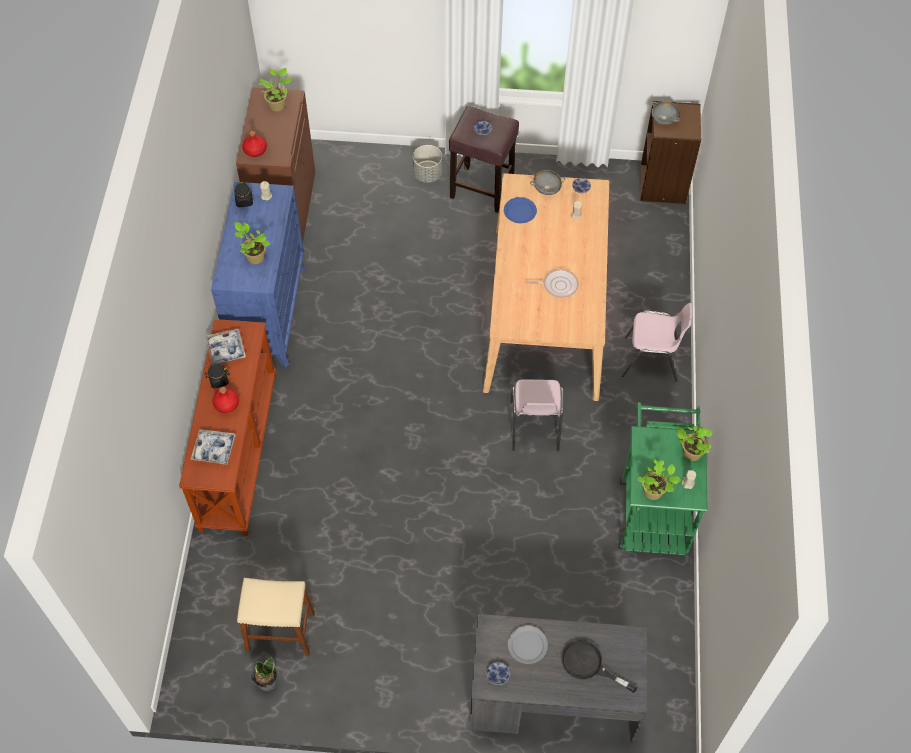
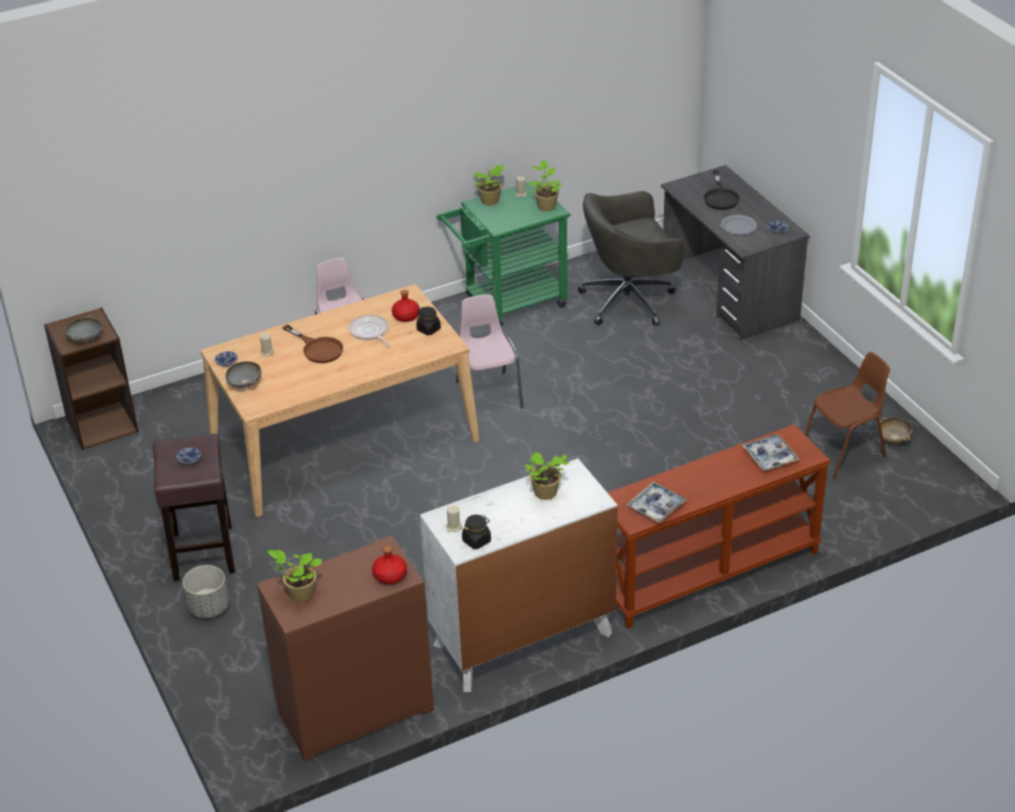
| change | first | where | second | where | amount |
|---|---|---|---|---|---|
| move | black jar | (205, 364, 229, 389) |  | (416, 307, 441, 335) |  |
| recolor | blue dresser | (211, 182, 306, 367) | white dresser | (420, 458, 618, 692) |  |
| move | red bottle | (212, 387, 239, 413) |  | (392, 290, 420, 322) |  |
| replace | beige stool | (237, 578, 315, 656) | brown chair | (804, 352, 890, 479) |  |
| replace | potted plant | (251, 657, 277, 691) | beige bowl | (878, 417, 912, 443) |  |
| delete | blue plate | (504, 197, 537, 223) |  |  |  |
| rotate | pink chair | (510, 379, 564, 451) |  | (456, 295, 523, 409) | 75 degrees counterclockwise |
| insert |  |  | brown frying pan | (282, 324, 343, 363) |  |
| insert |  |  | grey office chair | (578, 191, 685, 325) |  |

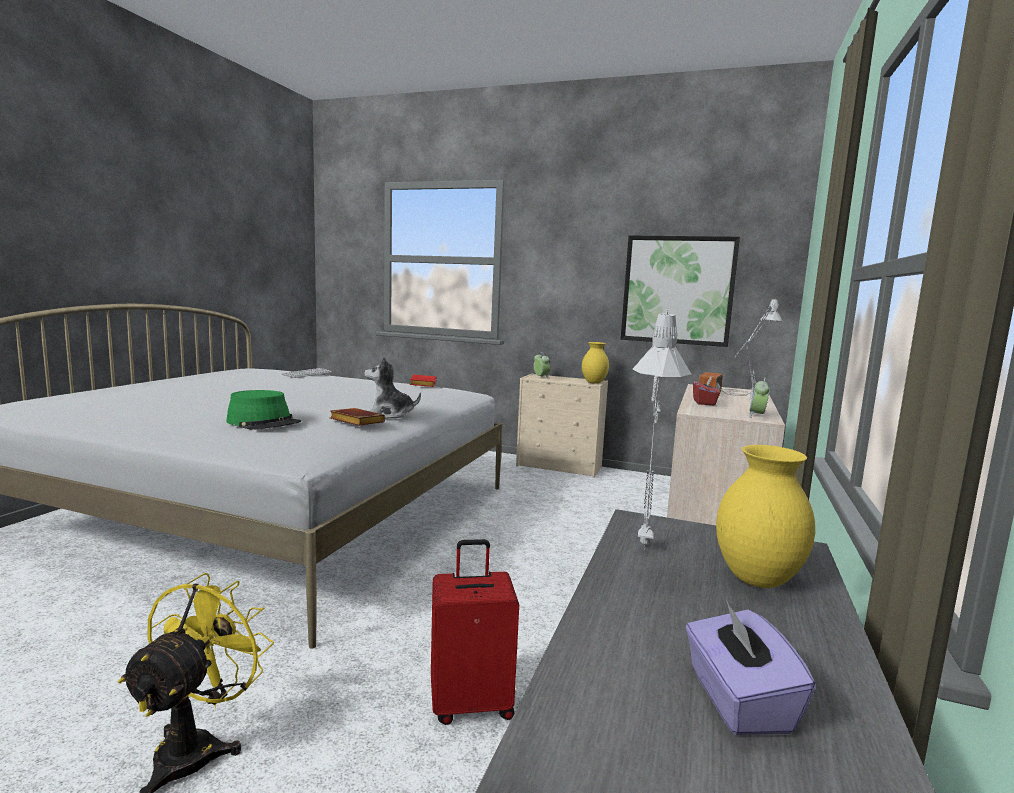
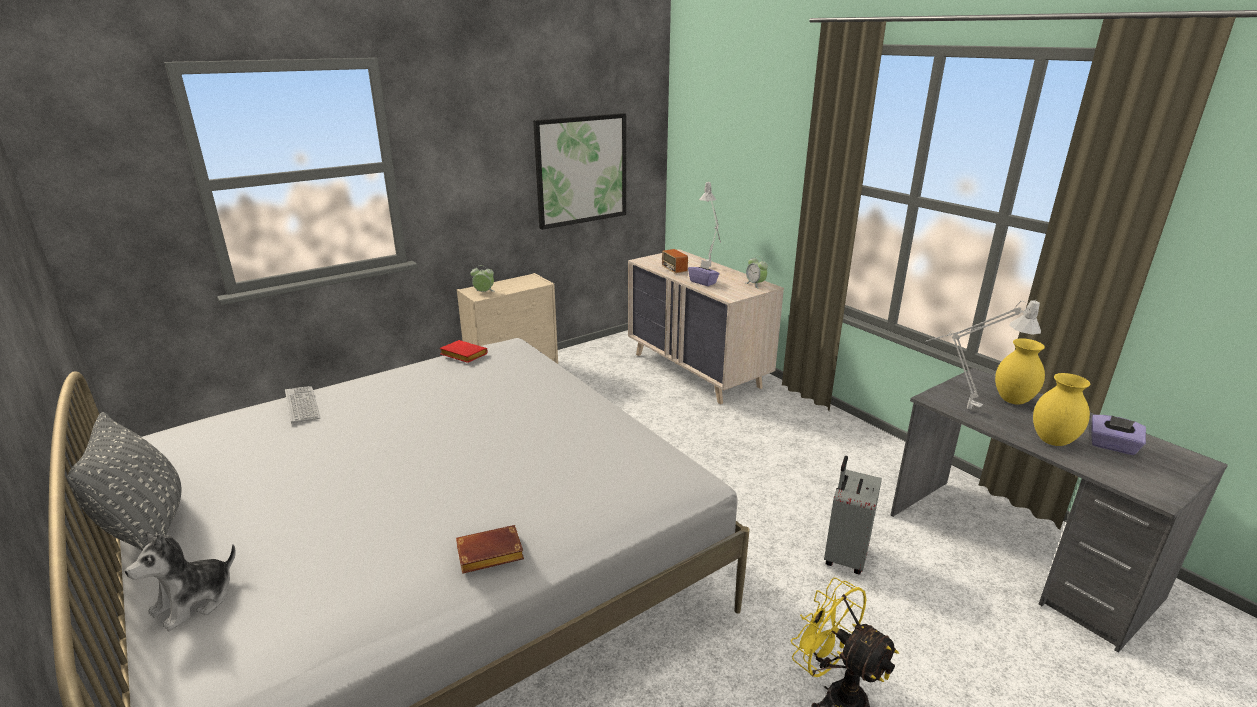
| change | first | where | second | where | amount |
|---|---|---|---|---|---|
| delete | green hat | (226, 390, 301, 430) |  |  |  |
| move | brown book | (330, 408, 385, 426) |  | (456, 525, 524, 574) |  |
| move | plush toy | (364, 356, 421, 419) |  | (125, 531, 236, 631) |  |
| recolor | red suitcase | (431, 539, 519, 725) | grey suitcase | (824, 456, 882, 574) |  |
| move | yellow vase | (582, 342, 609, 384) |  | (1033, 373, 1090, 446) |  |
| recolor | red tissue box | (693, 377, 720, 405) | purple tissue box | (688, 260, 720, 286) |  |
| insert |  |  | grey pillow | (67, 412, 181, 551) |  |

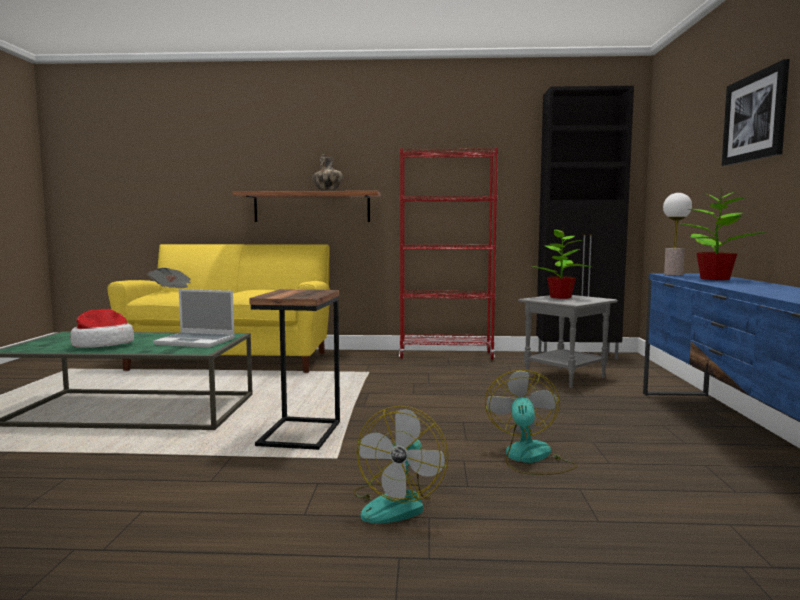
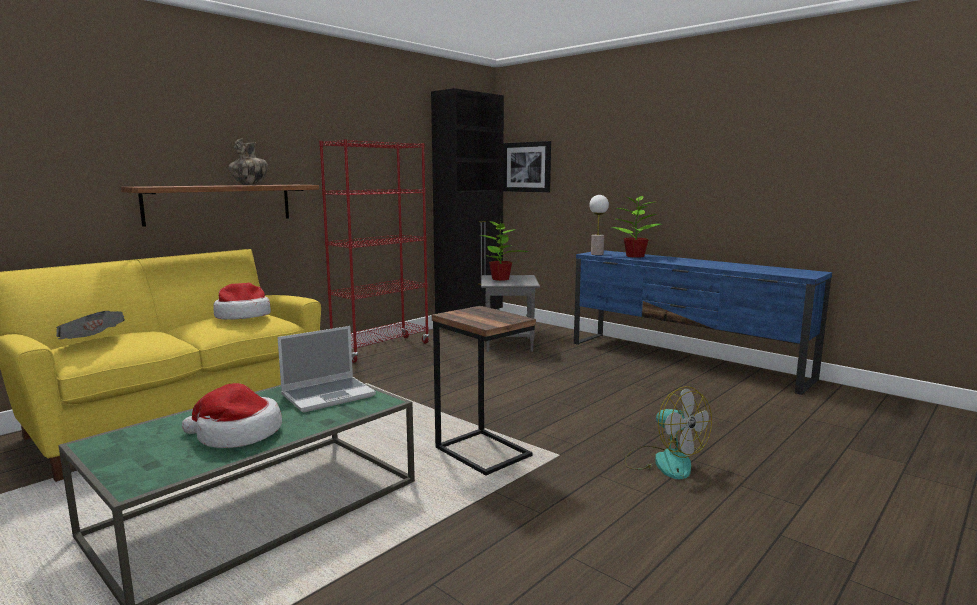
| change | first | where | second | where | amount |
|---|---|---|---|---|---|
| delete | fan | (485, 370, 577, 475) |  |  |  |
| move | picture | (722, 59, 790, 166) |  | (503, 141, 551, 193) |  |
| insert |  |  | hat | (213, 283, 271, 320) |  |

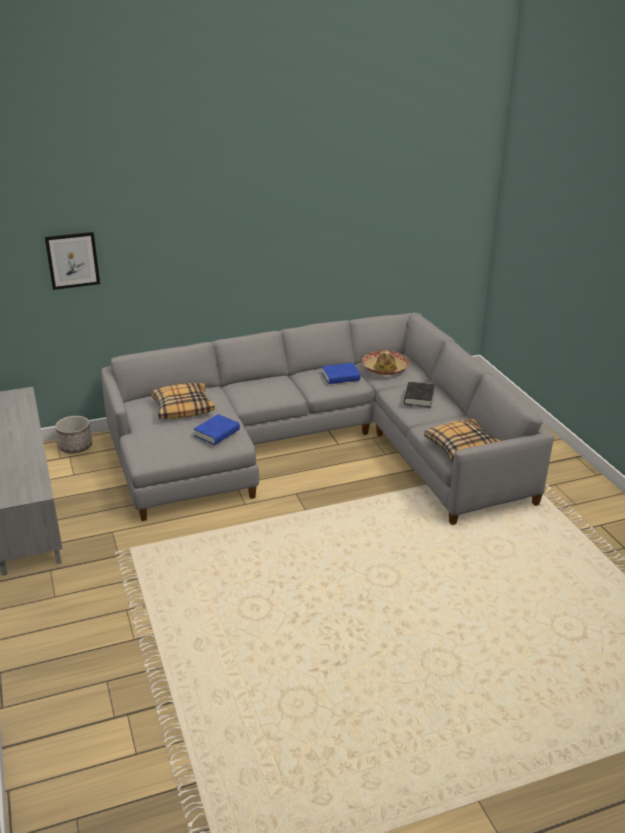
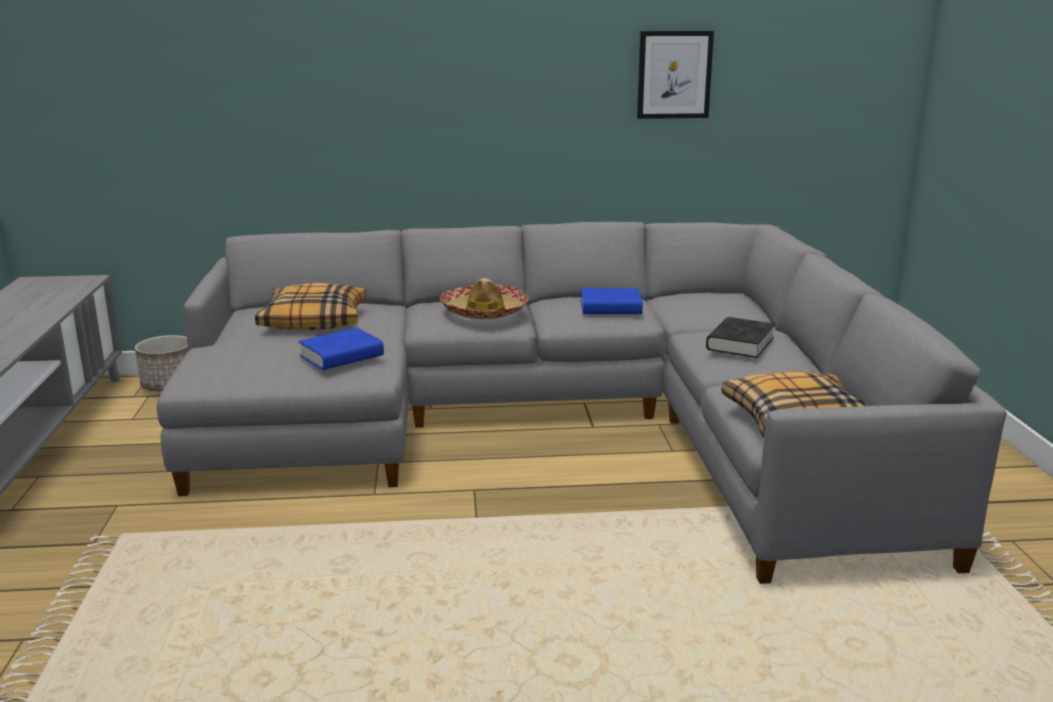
| change | first | where | second | where | amount |
|---|---|---|---|---|---|
| move | picture | (45, 232, 100, 290) |  | (637, 31, 714, 119) |  |
| move | hat | (362, 350, 410, 375) |  | (440, 278, 529, 319) |  |

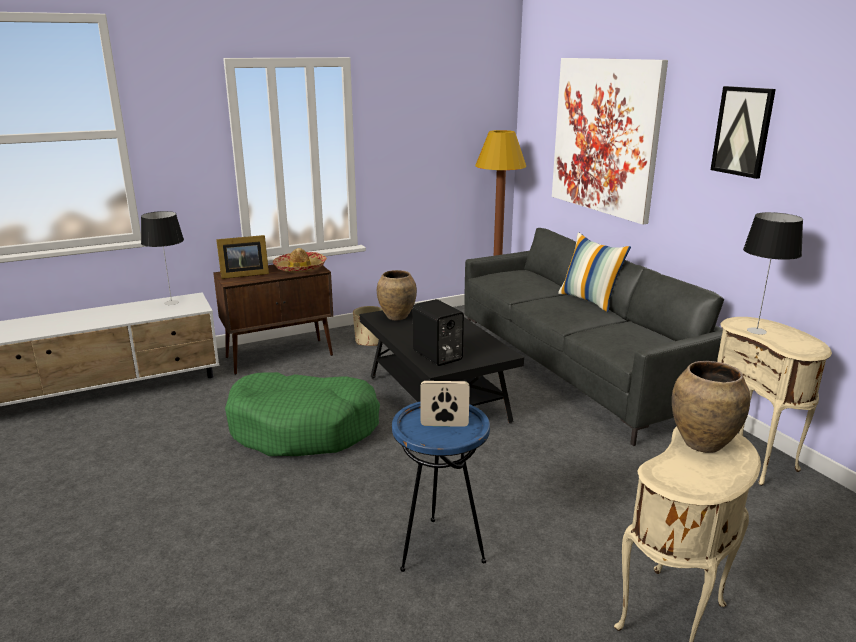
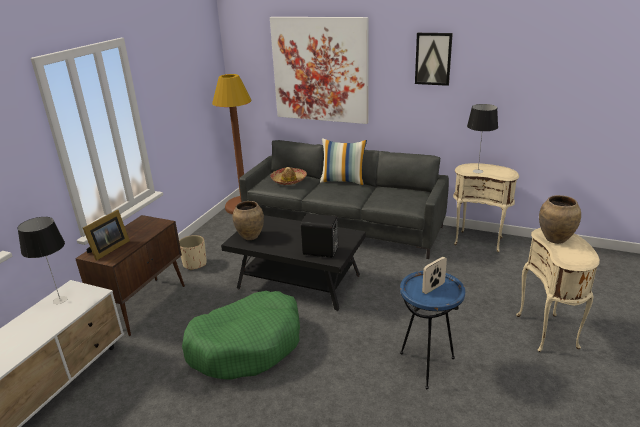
| change | first | where | second | where | amount |
|---|---|---|---|---|---|
| move | hat | (273, 248, 327, 273) |  | (270, 167, 307, 185) |  |

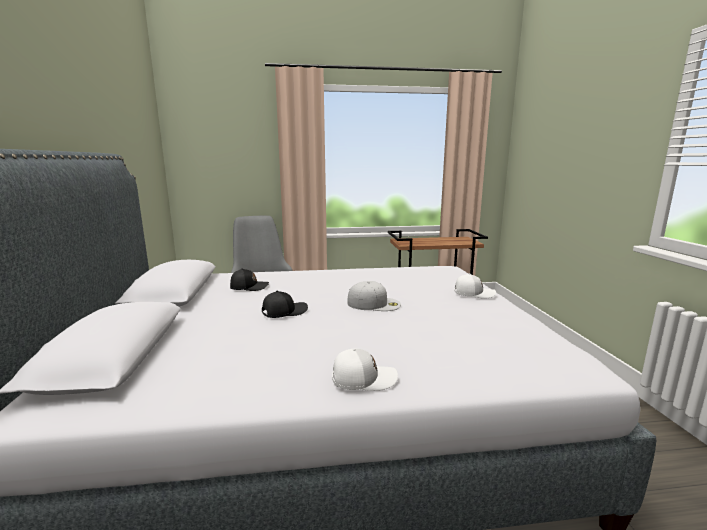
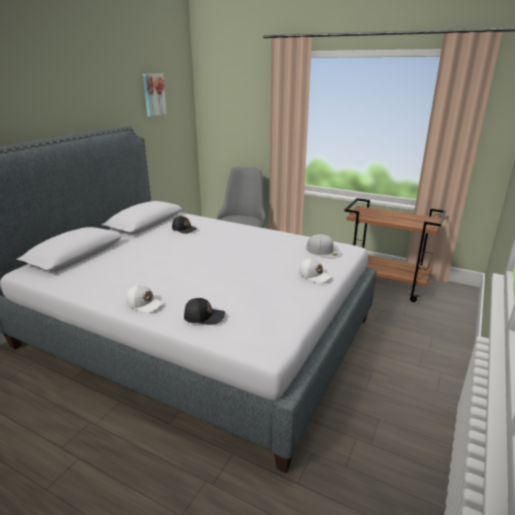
| change | first | where | second | where | amount |
|---|---|---|---|---|---|
| move | black cap | (262, 291, 308, 318) |  | (184, 298, 225, 325) |  |
| move | white cap | (348, 281, 401, 311) |  | (306, 234, 342, 259) |  |
| insert |  |  | picture | (143, 74, 167, 117) |  |

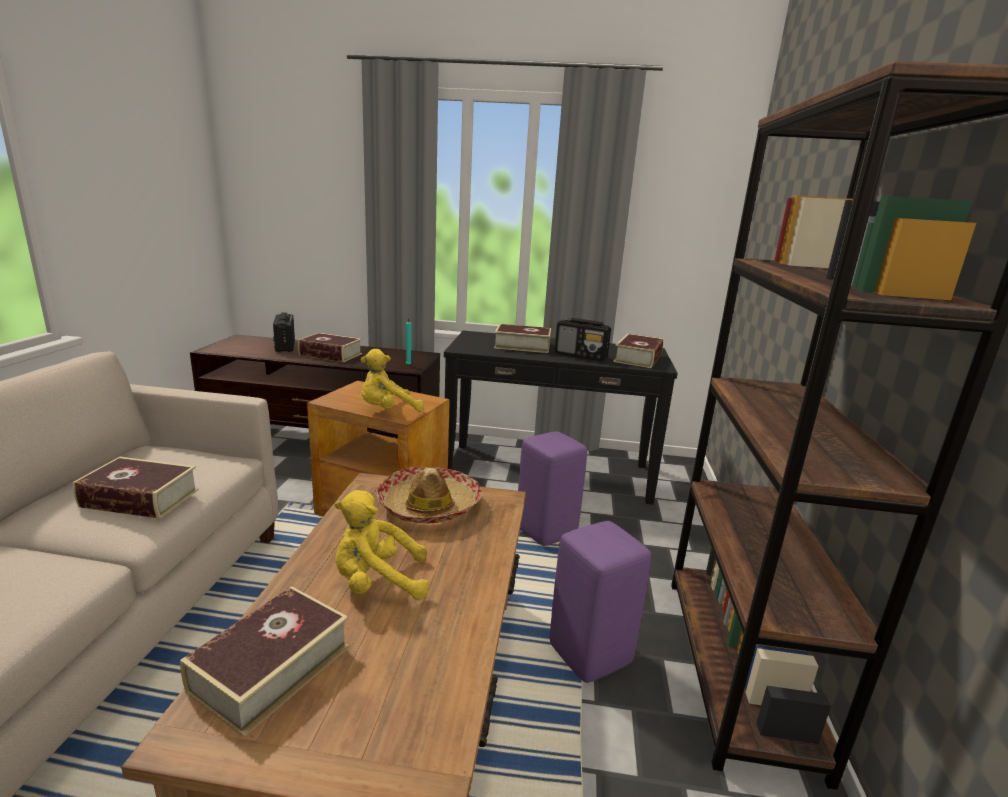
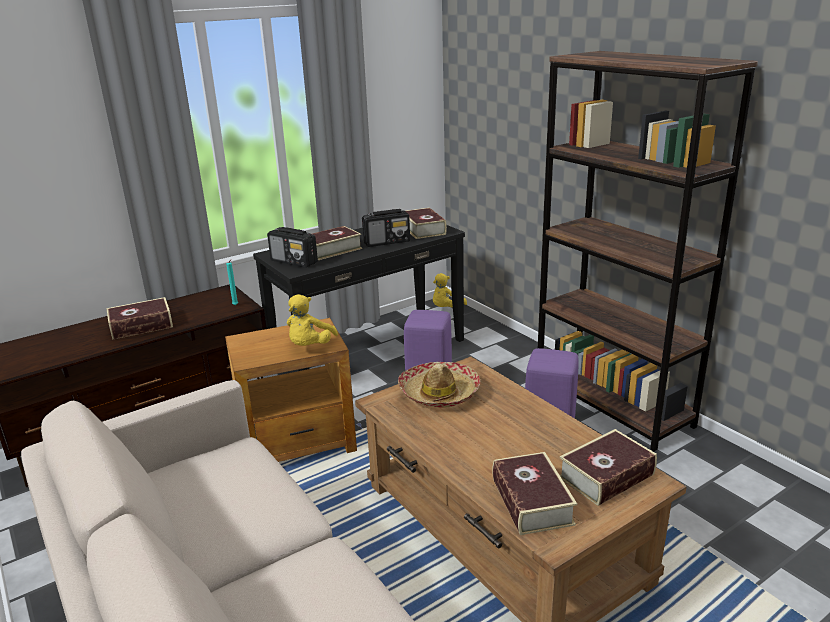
| change | first | where | second | where | amount |
|---|---|---|---|---|---|
| move | book | (73, 457, 199, 519) |  | (559, 429, 657, 506) |  |
| move | radio | (273, 312, 295, 352) |  | (267, 227, 318, 268) |  |
| move | yellow plush toy | (334, 490, 429, 600) |  | (433, 273, 467, 308) |  |

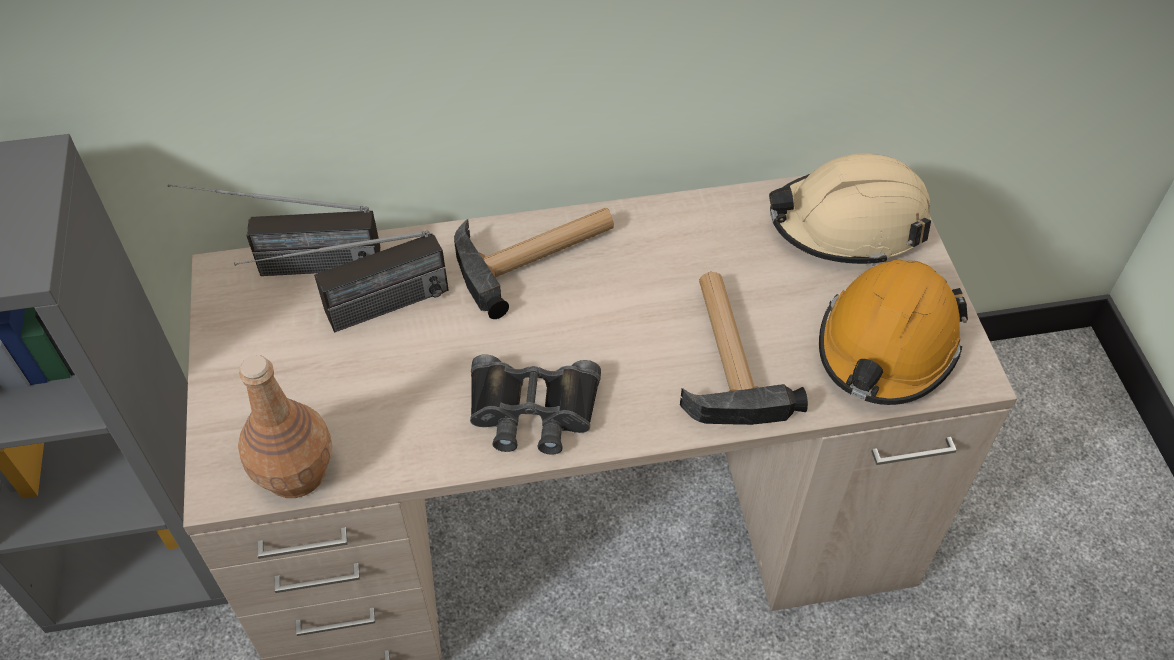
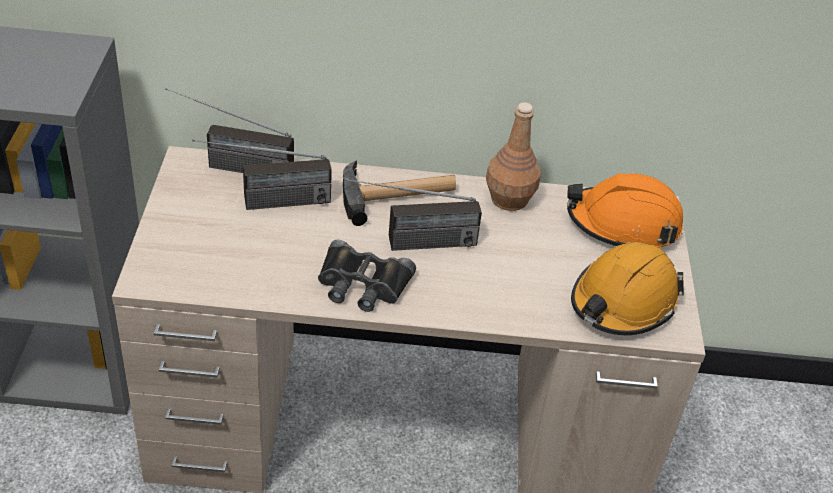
| change | first | where | second | where | amount |
|---|---|---|---|---|---|
| move | brown bottle | (238, 355, 333, 498) |  | (486, 102, 541, 211) |  |
| delete | hammer | (680, 272, 808, 425) |  |  |  |
| recolor | beige hard hat | (769, 153, 931, 266) | orange hard hat | (567, 173, 683, 247) |  |
| insert |  |  | radio | (344, 178, 482, 251) |  |

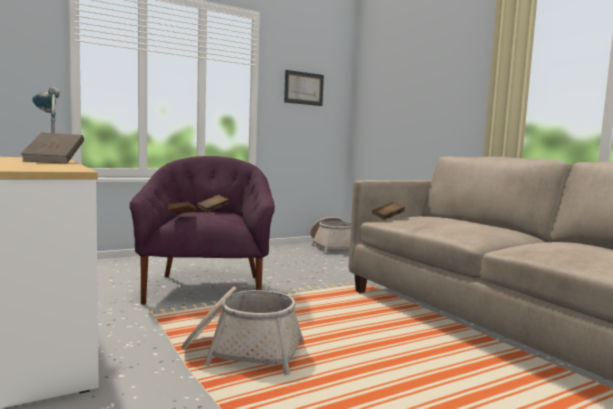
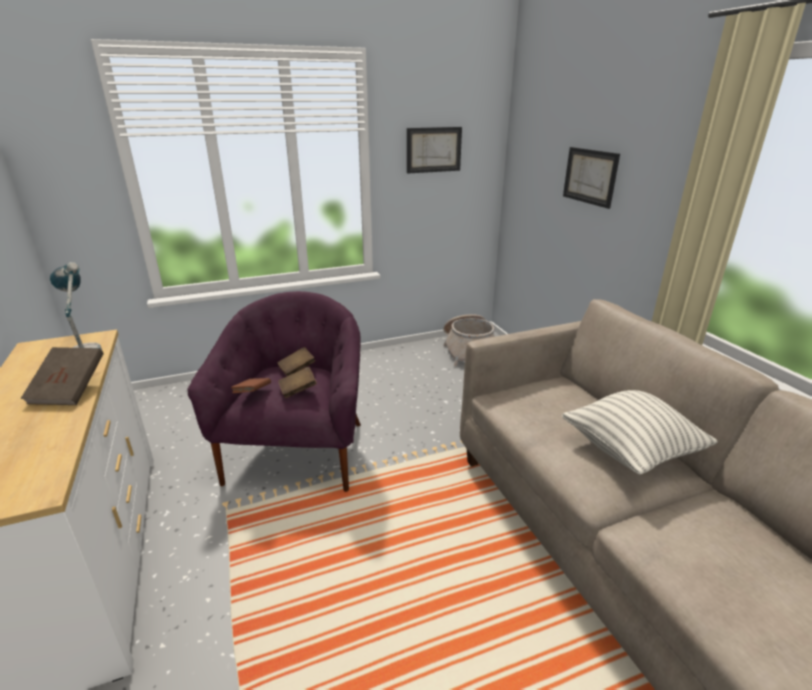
| change | first | where | second | where | amount |
|---|---|---|---|---|---|
| delete | basket | (181, 287, 304, 375) |  |  |  |
| move | brown book | (372, 202, 405, 220) |  | (278, 367, 317, 398) |  |
| insert |  |  | pillow | (562, 390, 718, 474) |  |
| insert |  |  | picture | (563, 147, 620, 209) |  |

